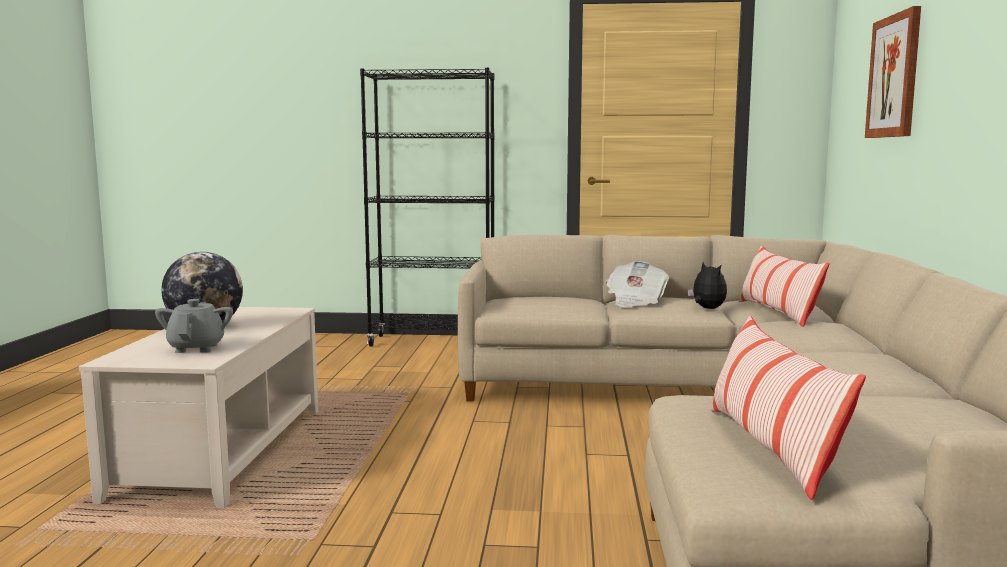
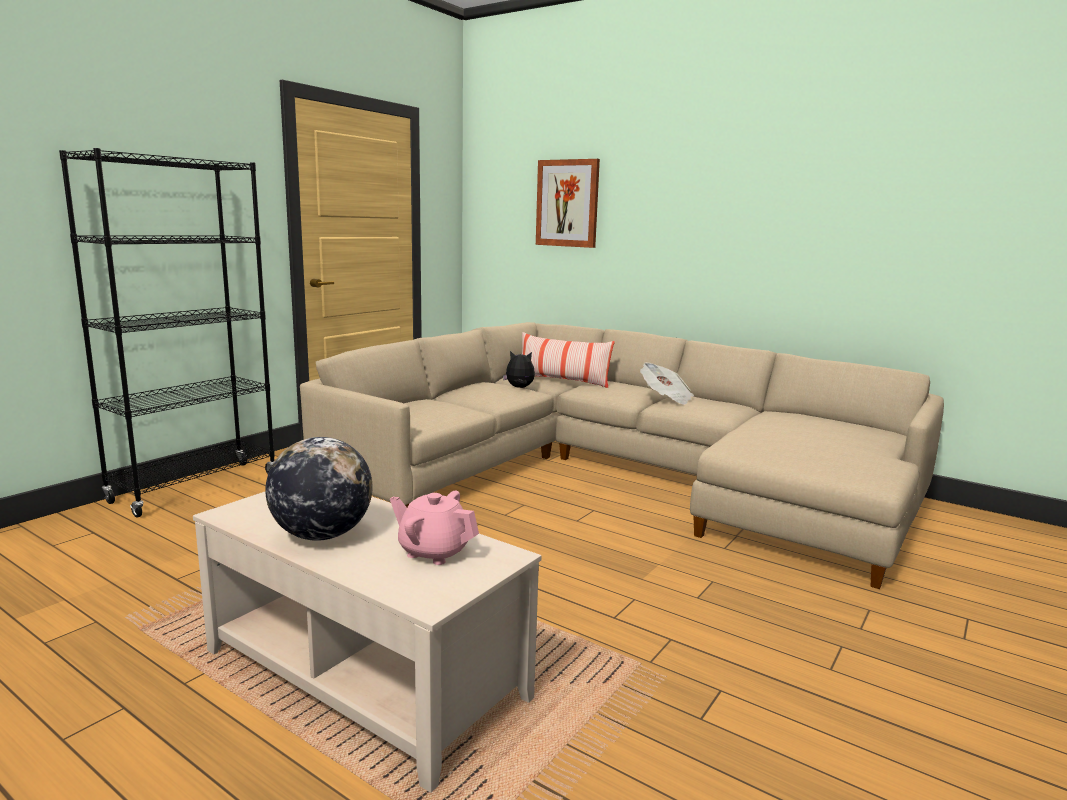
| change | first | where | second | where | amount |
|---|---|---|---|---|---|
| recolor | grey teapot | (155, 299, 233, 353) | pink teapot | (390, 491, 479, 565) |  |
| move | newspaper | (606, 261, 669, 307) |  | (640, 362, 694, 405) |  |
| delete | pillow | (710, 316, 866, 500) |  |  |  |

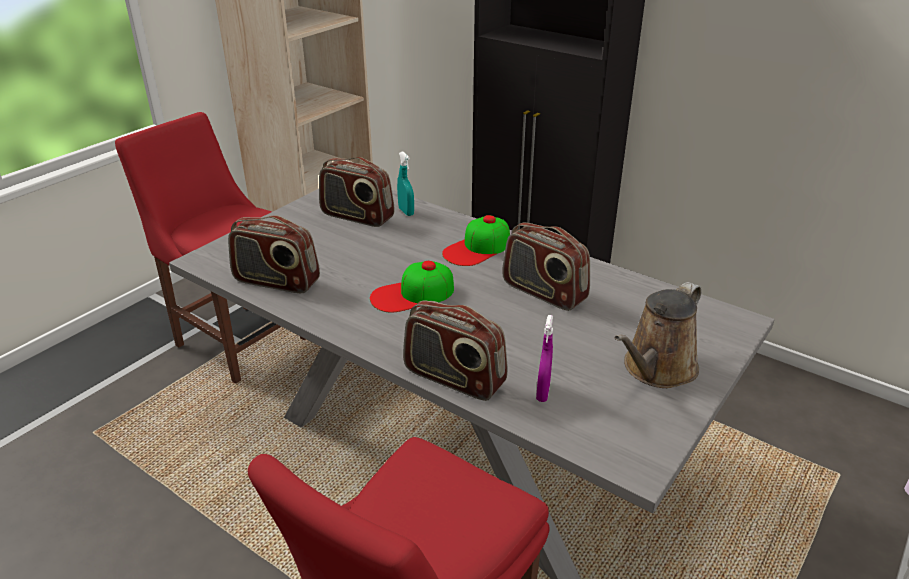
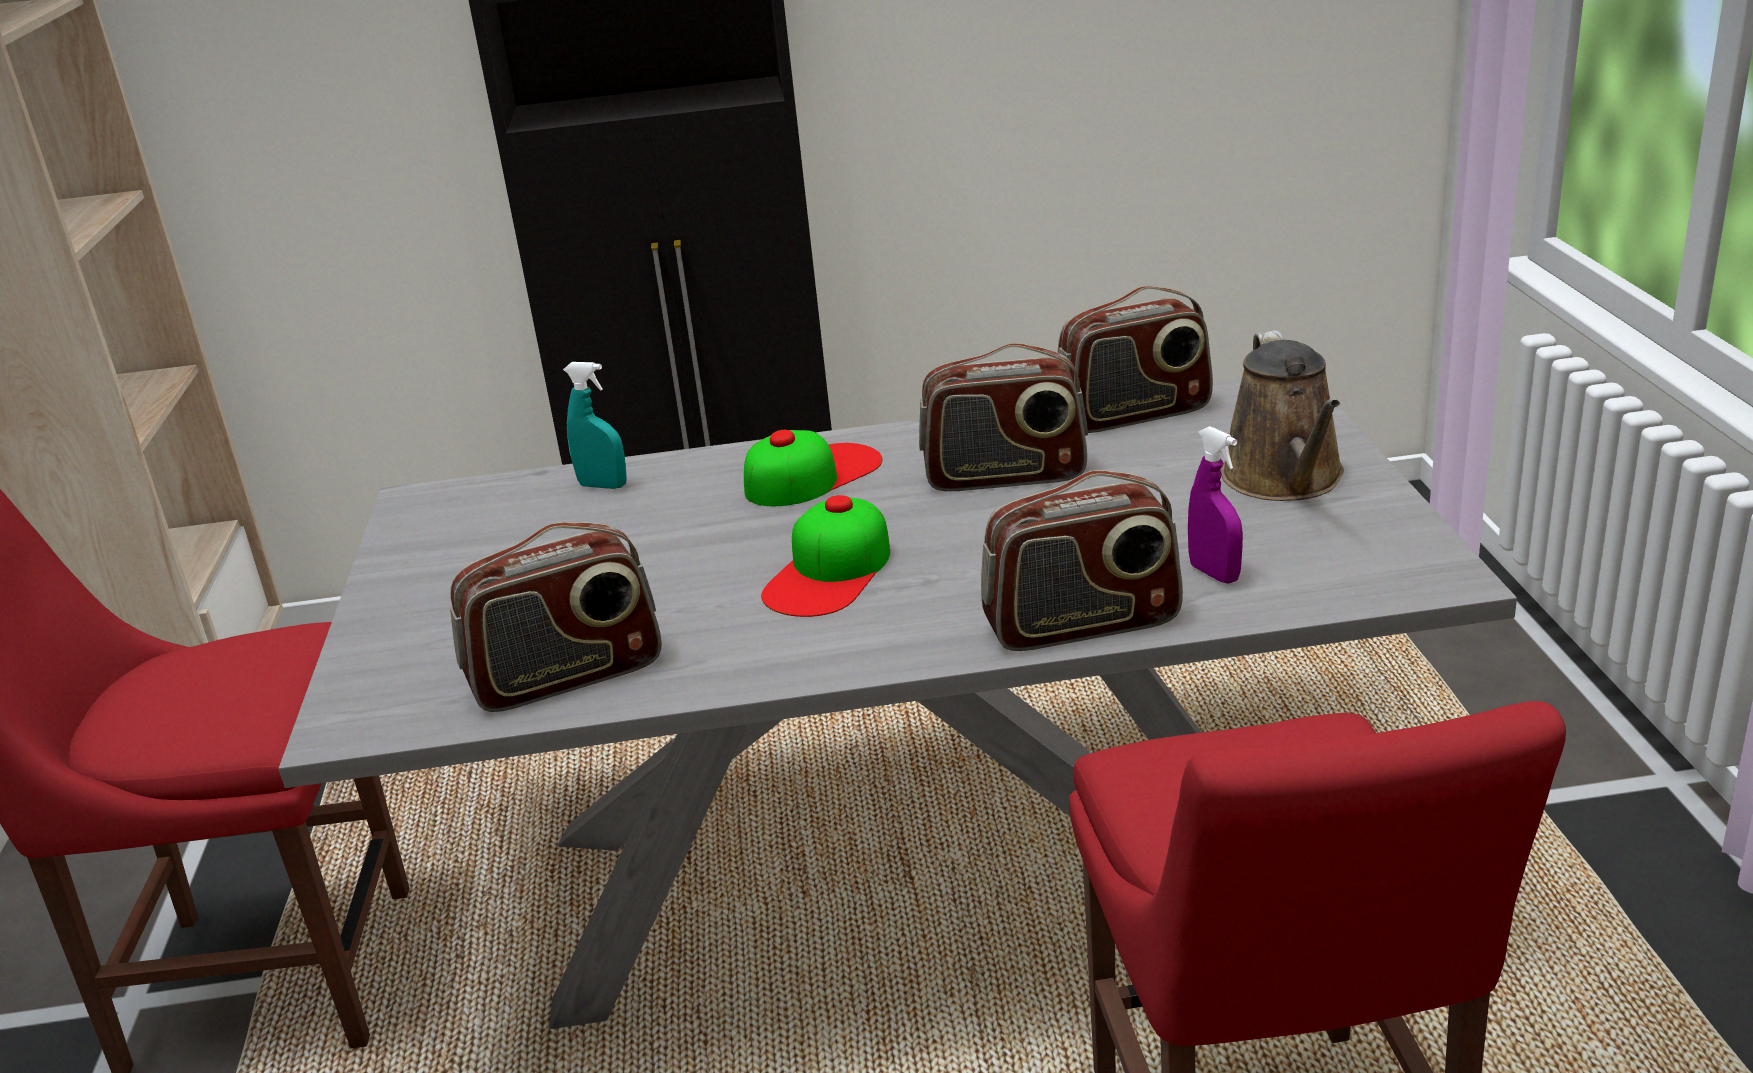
| change | first | where | second | where | amount |
|---|---|---|---|---|---|
| move | radio | (319, 157, 394, 227) |  | (1058, 286, 1213, 433) |  |
| rotate | cap | (442, 215, 510, 266) |  | (744, 430, 882, 506) | 135 degrees counterclockwise |

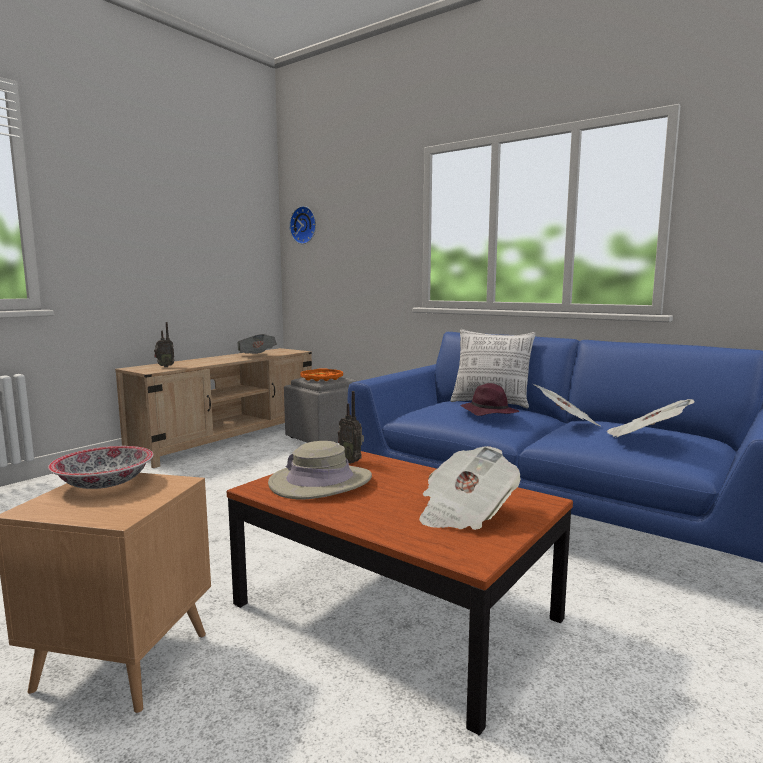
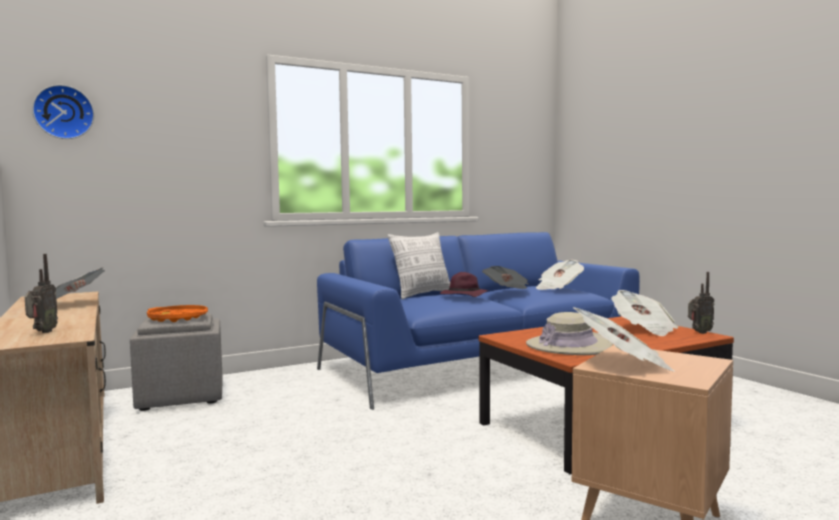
| change | first | where | second | where | amount |
|---|---|---|---|---|---|
| replace | bowl | (48, 446, 153, 489) | newspaper | (573, 307, 676, 372) |  |
| move | radio | (338, 391, 364, 464) |  | (688, 272, 714, 334) |  |

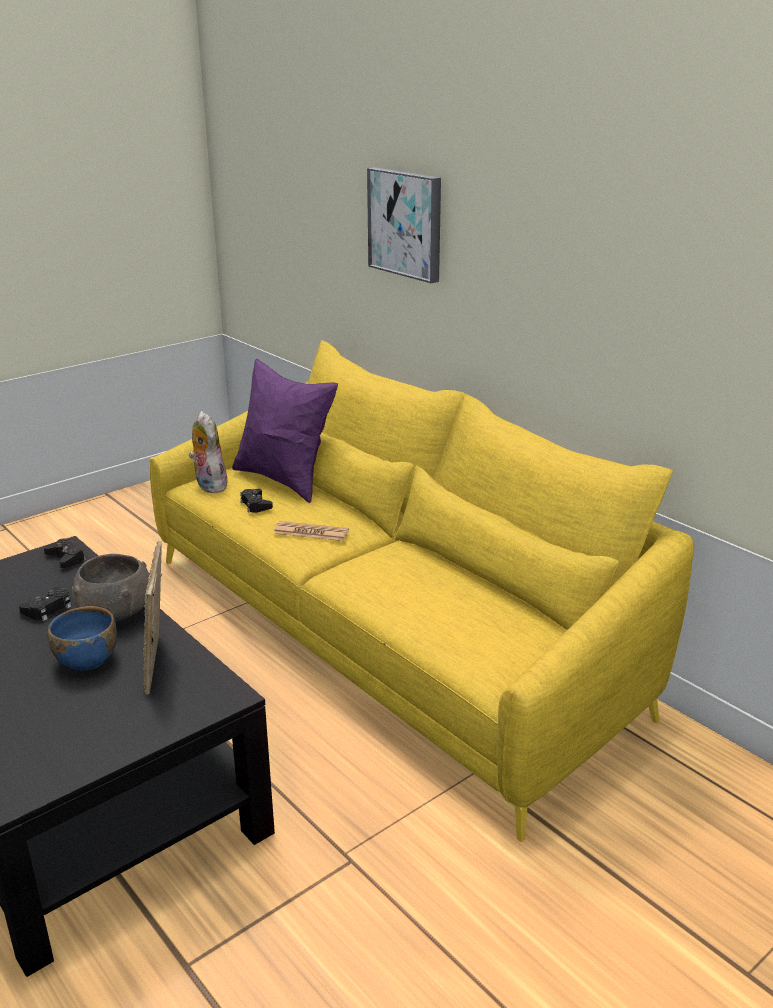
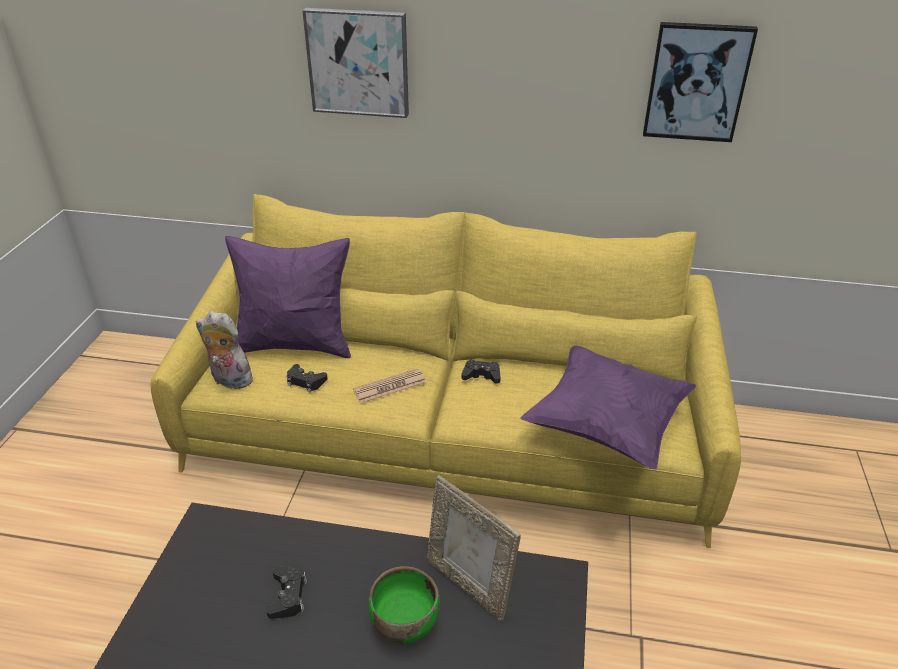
| change | first | where | second | where | amount |
|---|---|---|---|---|---|
| move | black game controller | (44, 538, 86, 568) |  | (461, 360, 501, 384) |  |
| recolor | blue bowl | (48, 606, 117, 671) | green bowl | (369, 566, 440, 644) |  |
| delete | grey bowl | (72, 554, 149, 621) |  |  |  |
| insert |  |  | purple pillow | (521, 346, 696, 470) |  |
| insert |  |  | picture | (643, 22, 758, 142) |  |

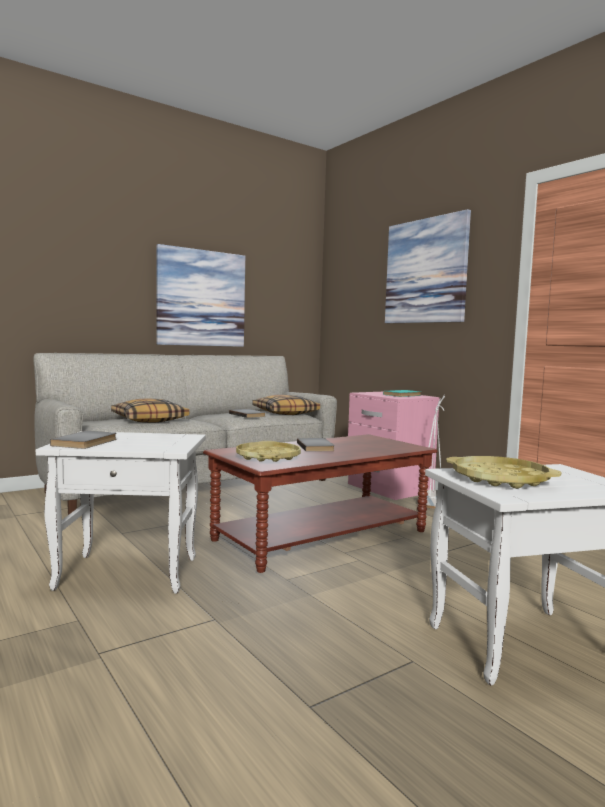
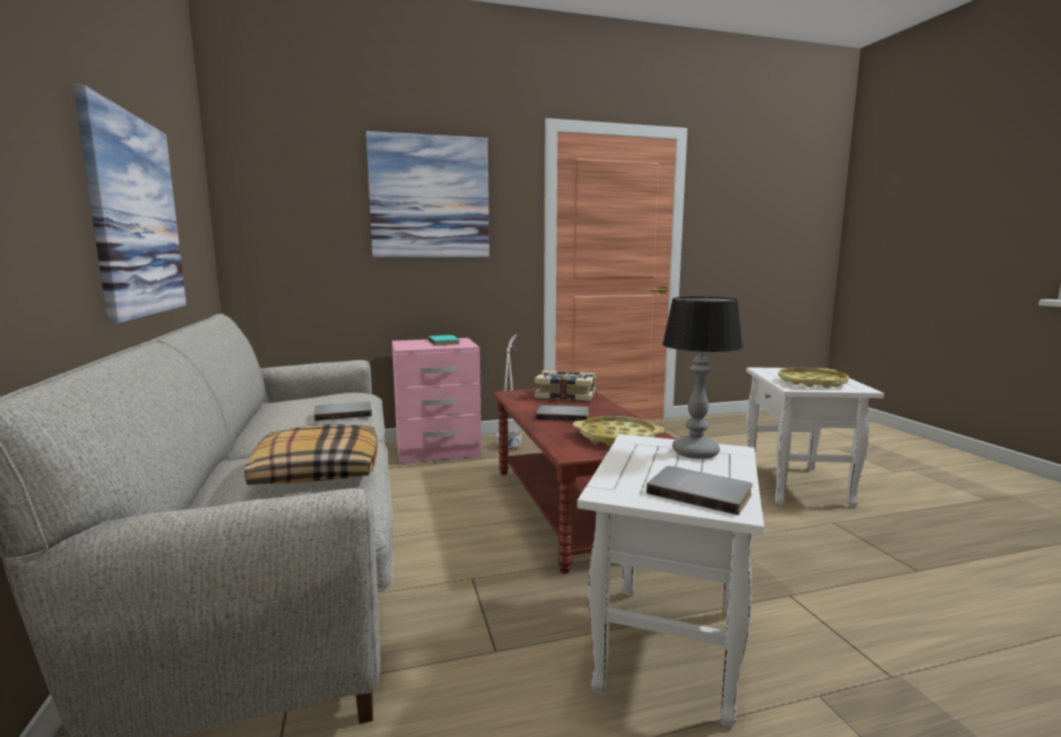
| change | first | where | second | where | amount |
|---|---|---|---|---|---|
| delete | pillow | (252, 395, 320, 415) |  |  |  |
| insert |  |  | book | (535, 371, 596, 401) |  |
| insert |  |  | table lamp | (662, 297, 743, 459) |  |

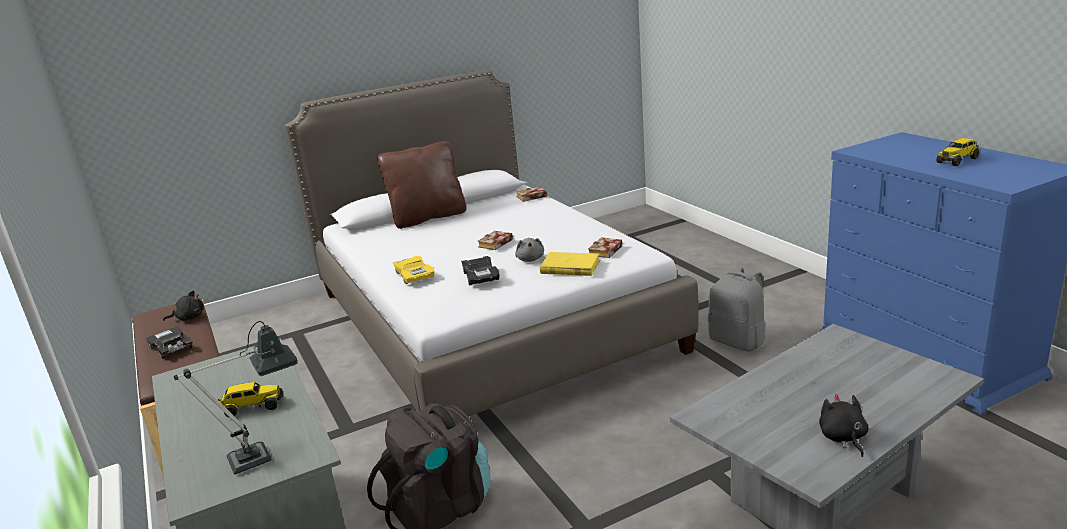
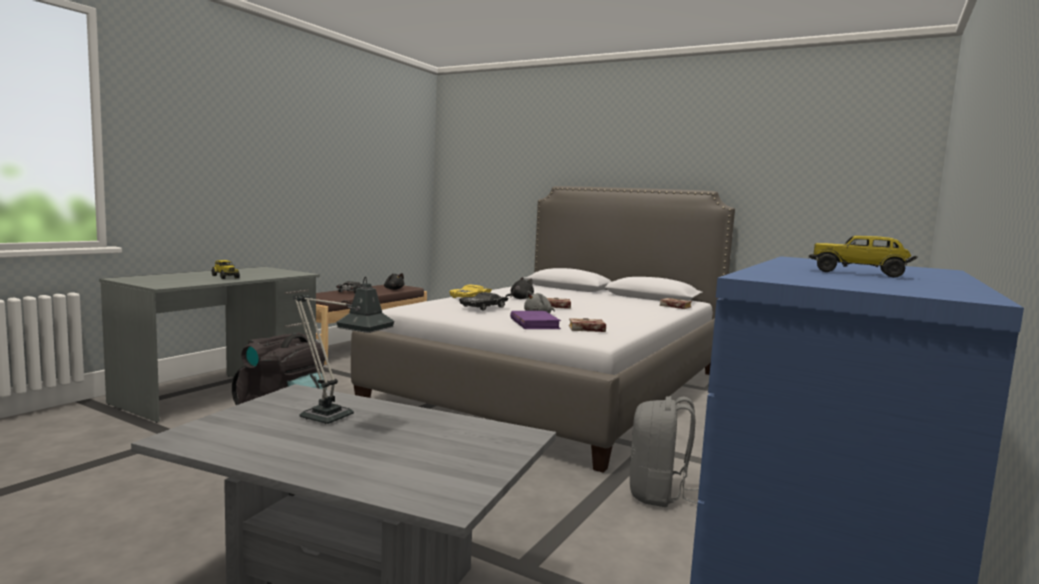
| change | first | where | second | where | amount |
|---|---|---|---|---|---|
| move | table lamp | (174, 321, 297, 474) |  | (293, 276, 395, 424) |  |
| delete | brown pillow | (377, 141, 467, 229) |  |  |  |
| recolor | yellow book | (540, 252, 600, 276) | purple book | (510, 311, 561, 329) |  |
| move | black plush toy | (819, 394, 868, 457) |  | (505, 277, 534, 299) |  |

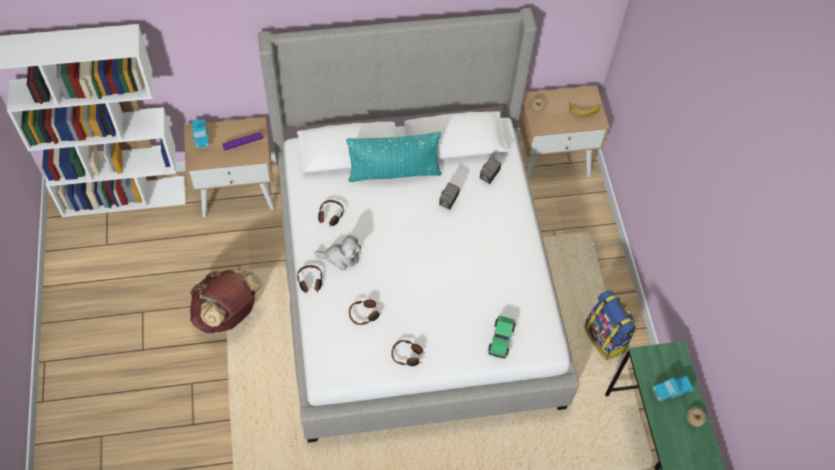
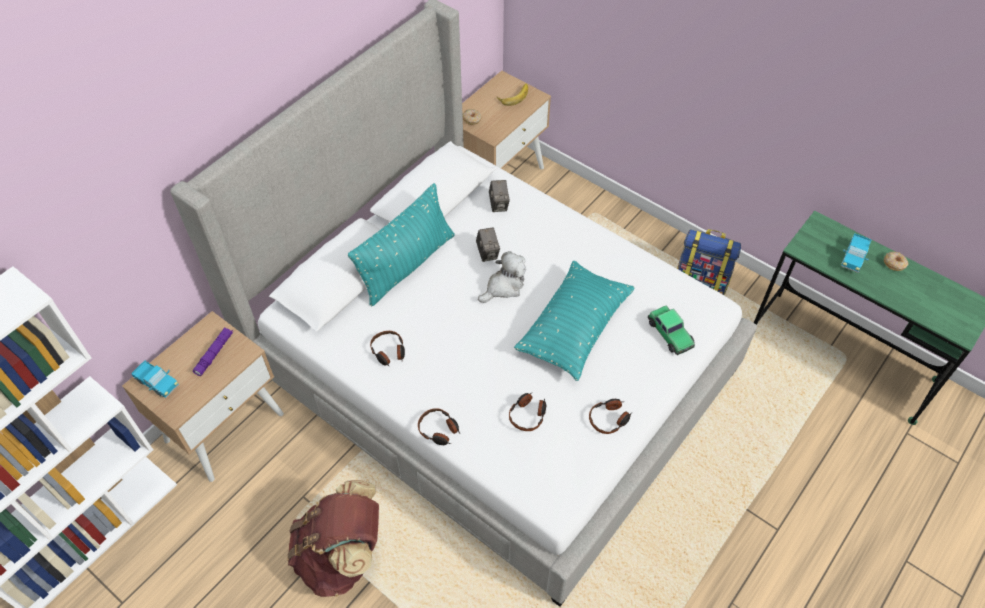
| change | first | where | second | where | amount |
|---|---|---|---|---|---|
| move | plush toy | (314, 235, 361, 270) |  | (478, 251, 526, 303) |  |
| insert |  |  | turquoise pillow | (514, 261, 635, 381) |  |

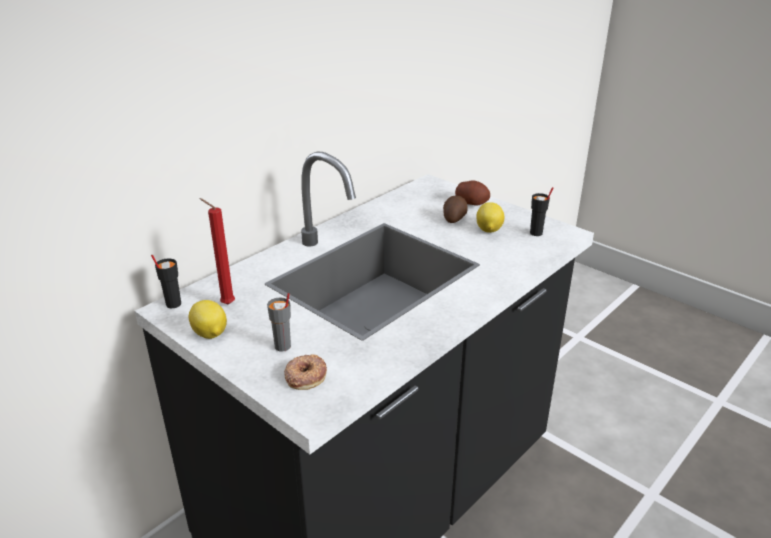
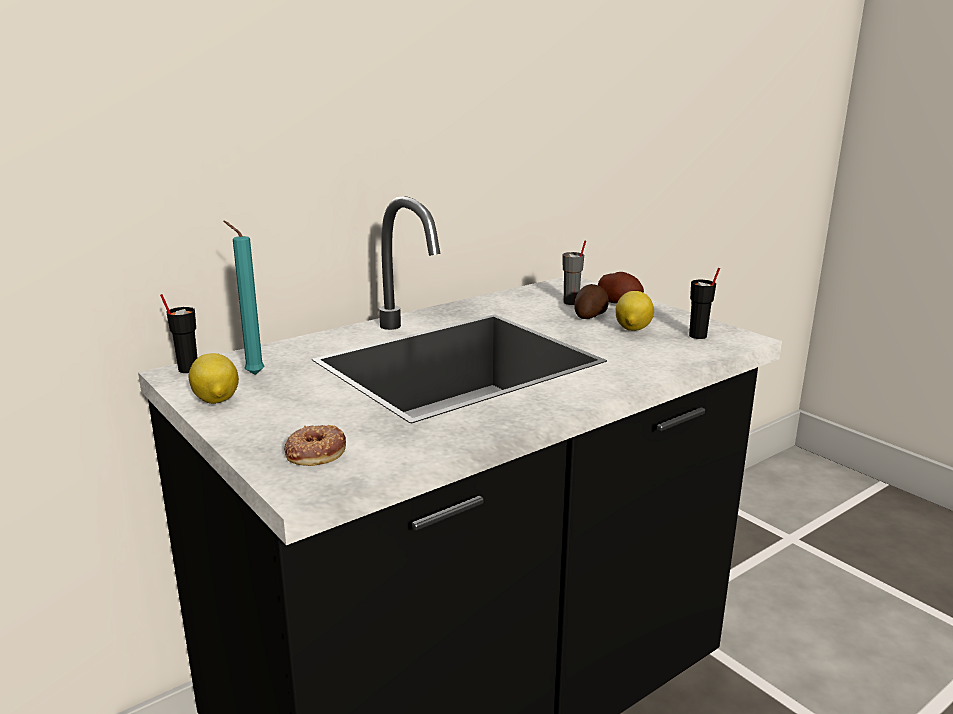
| change | first | where | second | where | amount |
|---|---|---|---|---|---|
| recolor | red candle | (199, 198, 235, 305) | turquoise candle | (223, 221, 265, 375) |  |
| move | grey cup | (267, 293, 291, 352) |  | (563, 241, 586, 305) |  |

